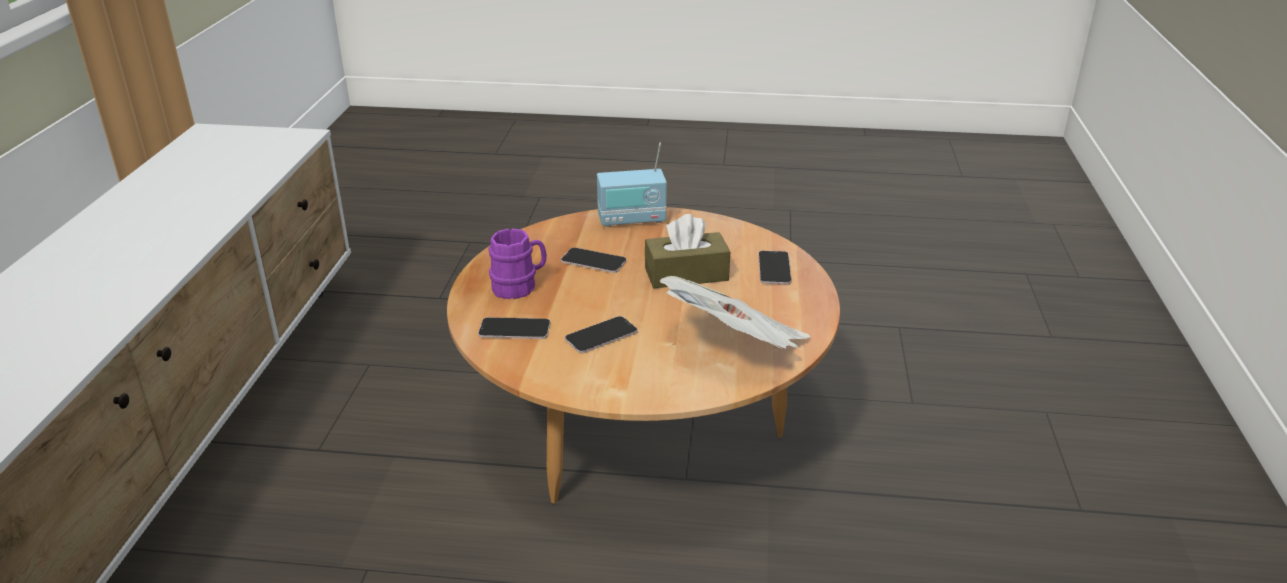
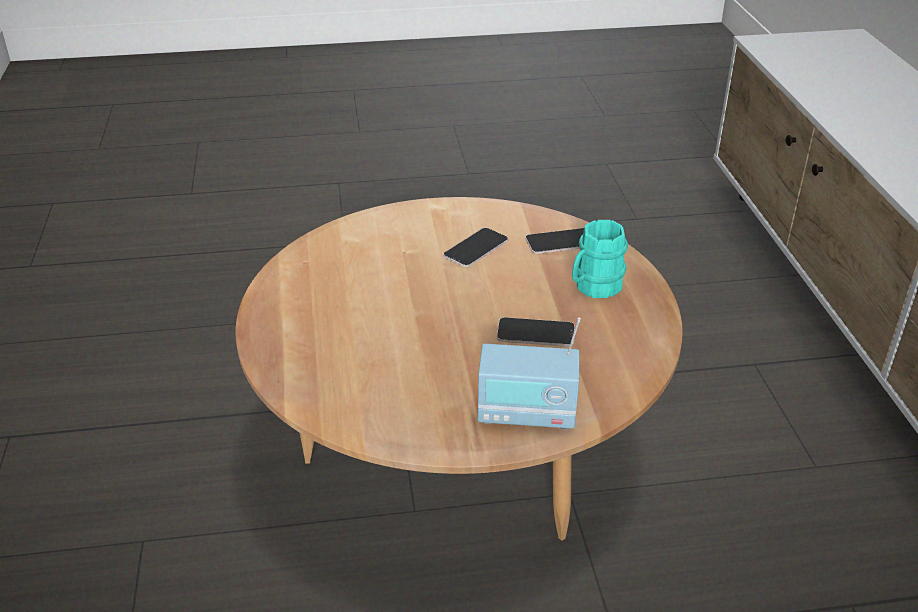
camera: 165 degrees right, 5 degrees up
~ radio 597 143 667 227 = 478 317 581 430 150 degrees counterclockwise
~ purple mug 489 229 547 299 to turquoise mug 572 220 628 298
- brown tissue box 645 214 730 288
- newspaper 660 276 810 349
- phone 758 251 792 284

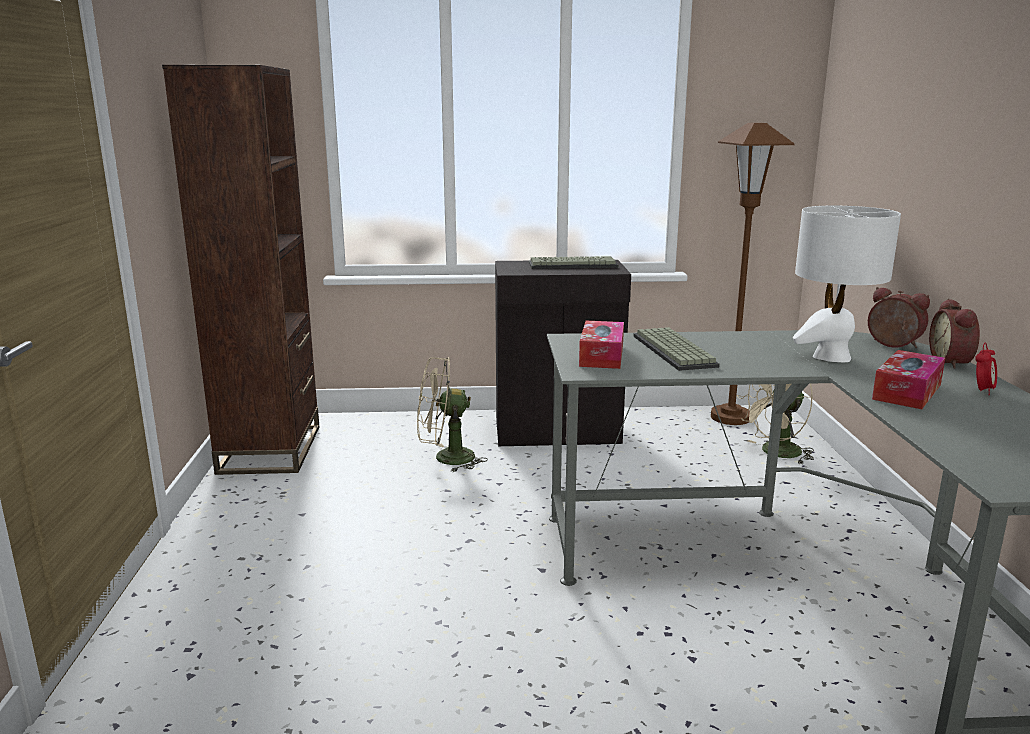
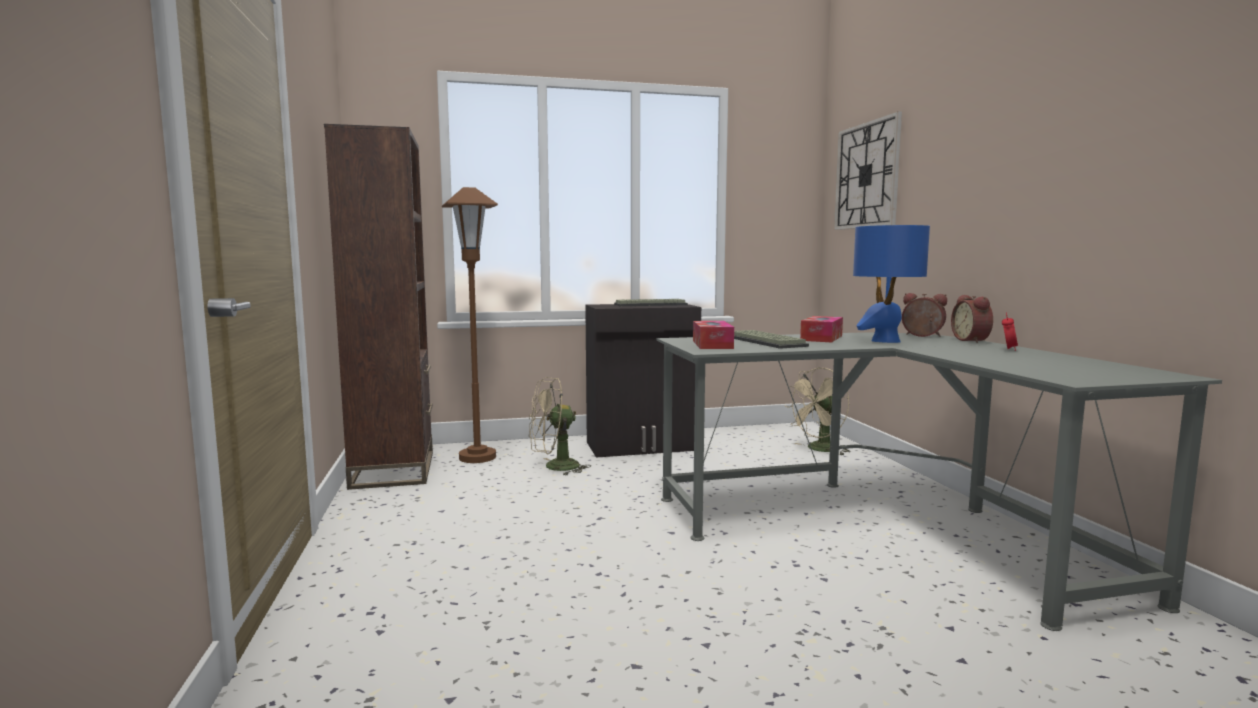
camera: 10 degrees left, 10 degrees down
~ brown floor lamp 711 123 795 425 to 442 187 498 463
~ tissue box 872 350 945 409 to 800 316 843 342
+ wall clock 834 111 902 230
~ white table lamp 793 206 901 362 to blue table lamp 853 225 930 343

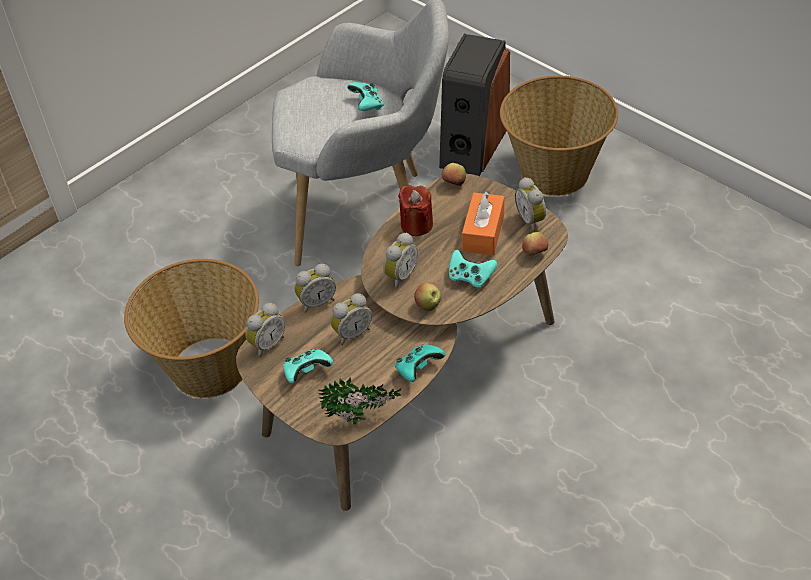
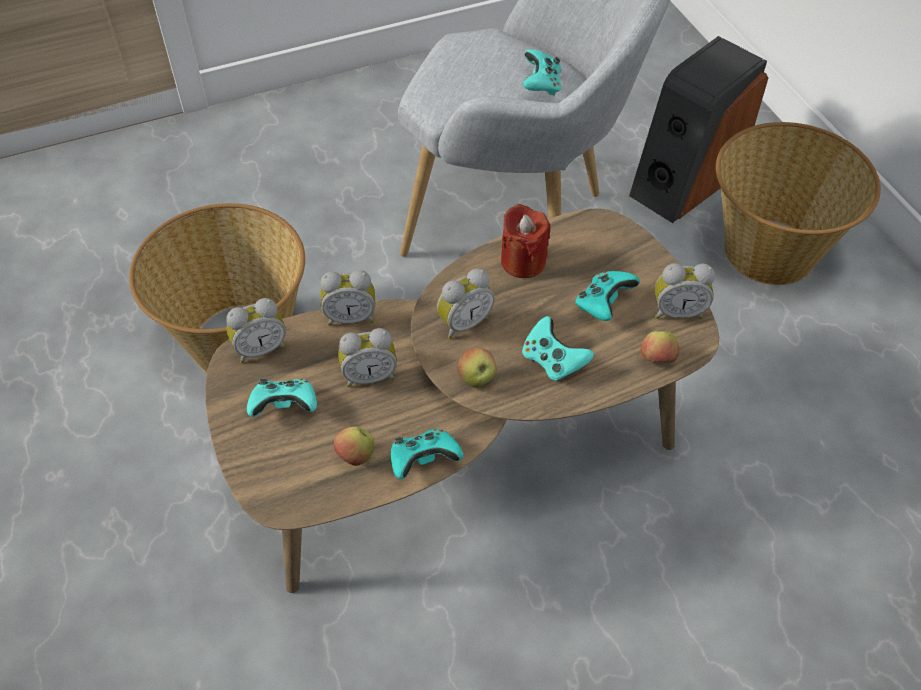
camera: 20 degrees right, 5 degrees up
~ apple 442 163 466 186 to 334 427 374 466
~ orange tissue box 462 191 504 255 to turquoise game controller 575 271 640 321
~ alarm clock 515 177 546 232 = 655 263 715 319 90 degrees counterclockwise
- potted plant 318 377 401 424

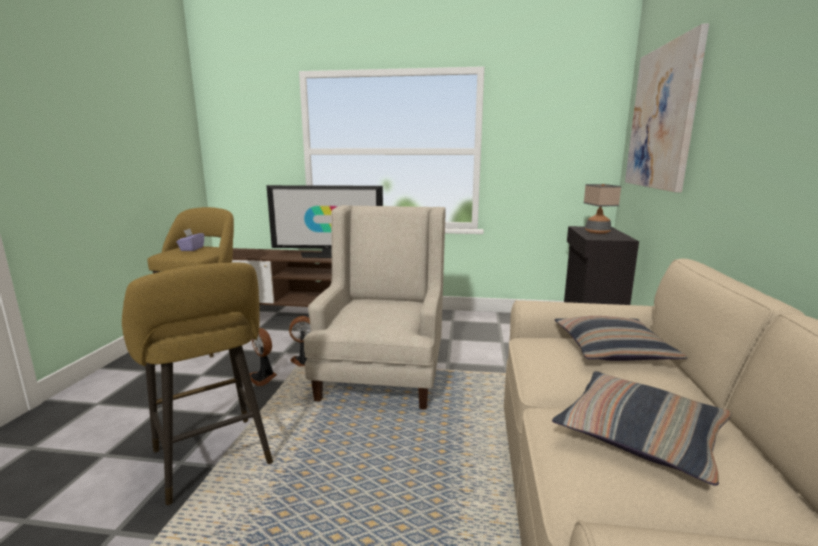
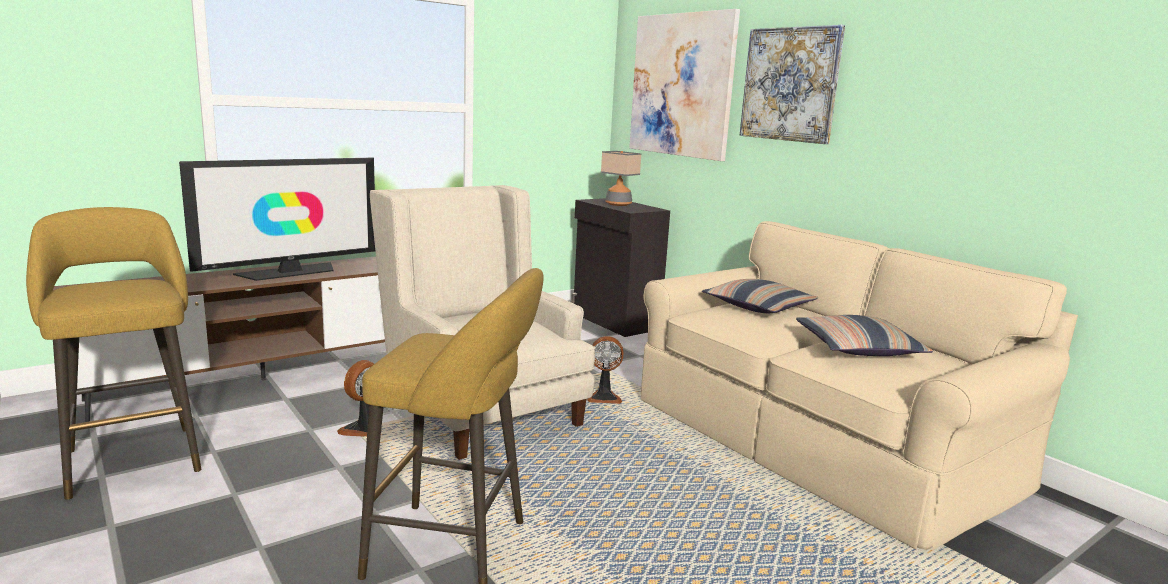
camera: 45 degrees left, 0 degrees up
~ fan 250 328 277 386 to 587 336 623 404
+ picture 740 25 845 144
- purple tissue box 176 229 204 251

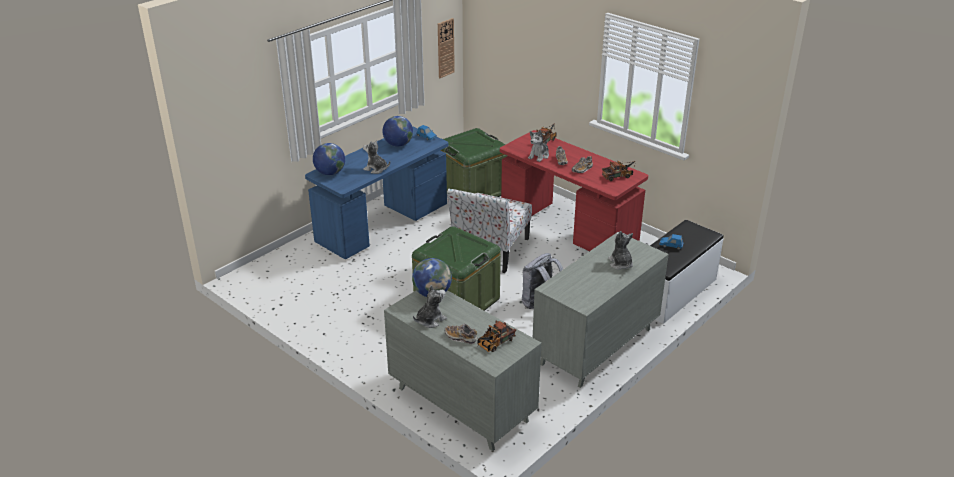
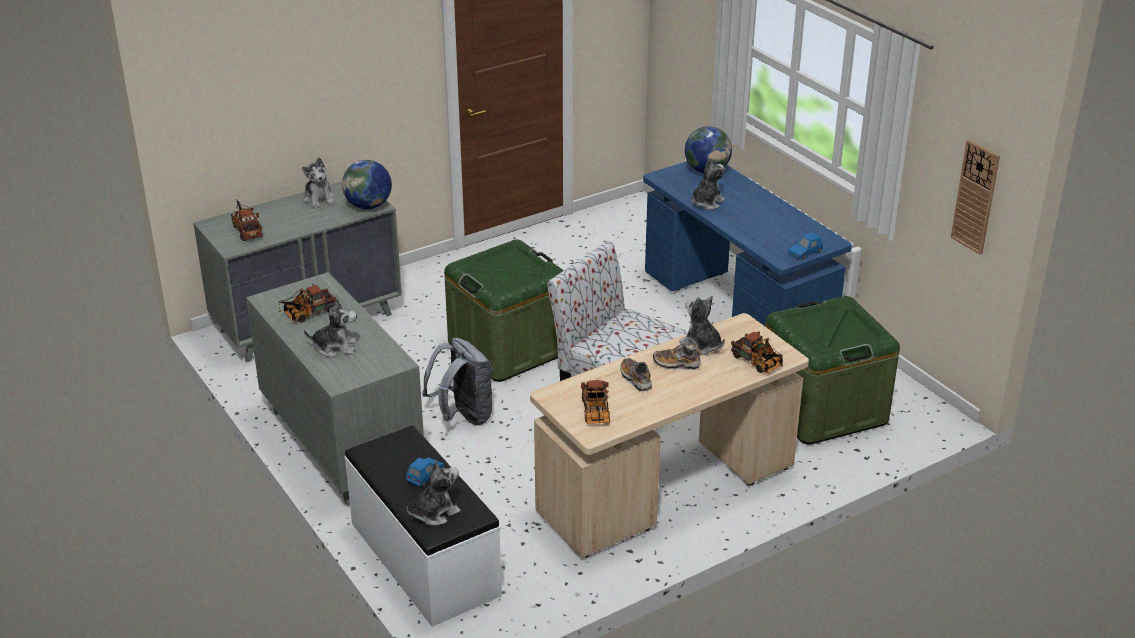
camera: 105 degrees right, 0 degrees up
+ toy truck 278 284 337 323
+ plush toy 407 460 461 526
~ red desk 500 130 648 251 to beige desk 530 313 809 558
- globe 382 116 413 147
- shoe 445 324 477 344

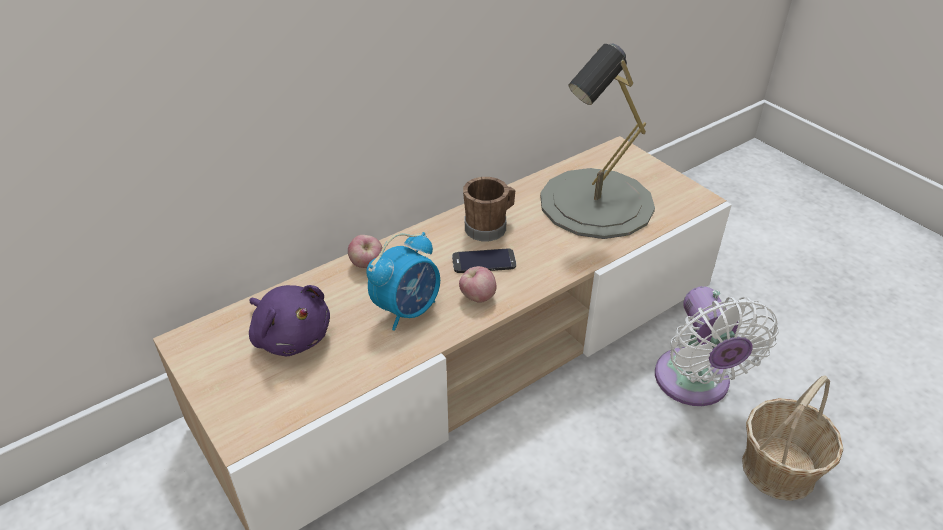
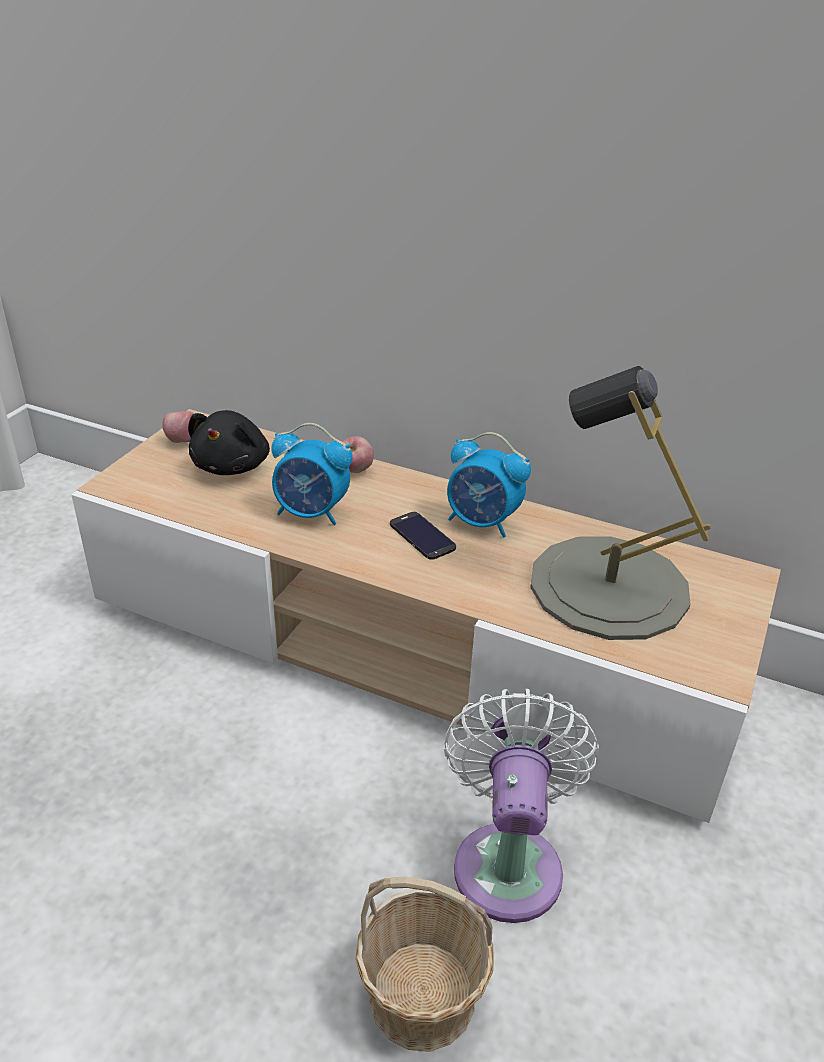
camera: 60 degrees right, 5 degrees down
~ apple 459 266 496 303 to 162 411 195 443
~ purple plush toy 249 285 330 356 to black plush toy 188 410 270 475
~ white fan 655 286 779 406 = 444 689 599 923 135 degrees clockwise
~ brown mug 463 177 515 241 to alarm clock 447 432 531 537

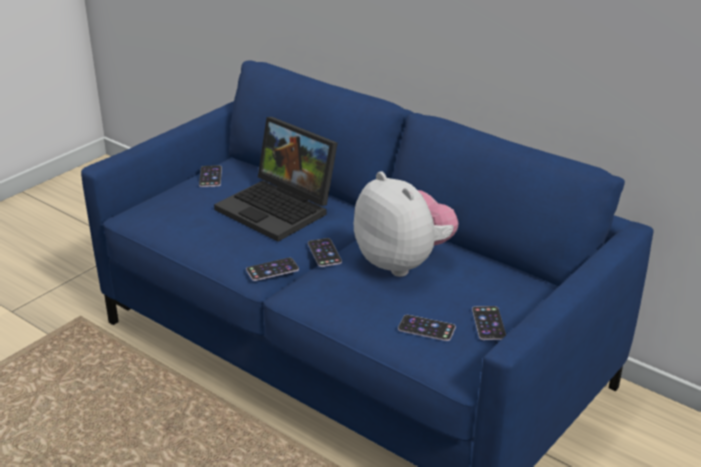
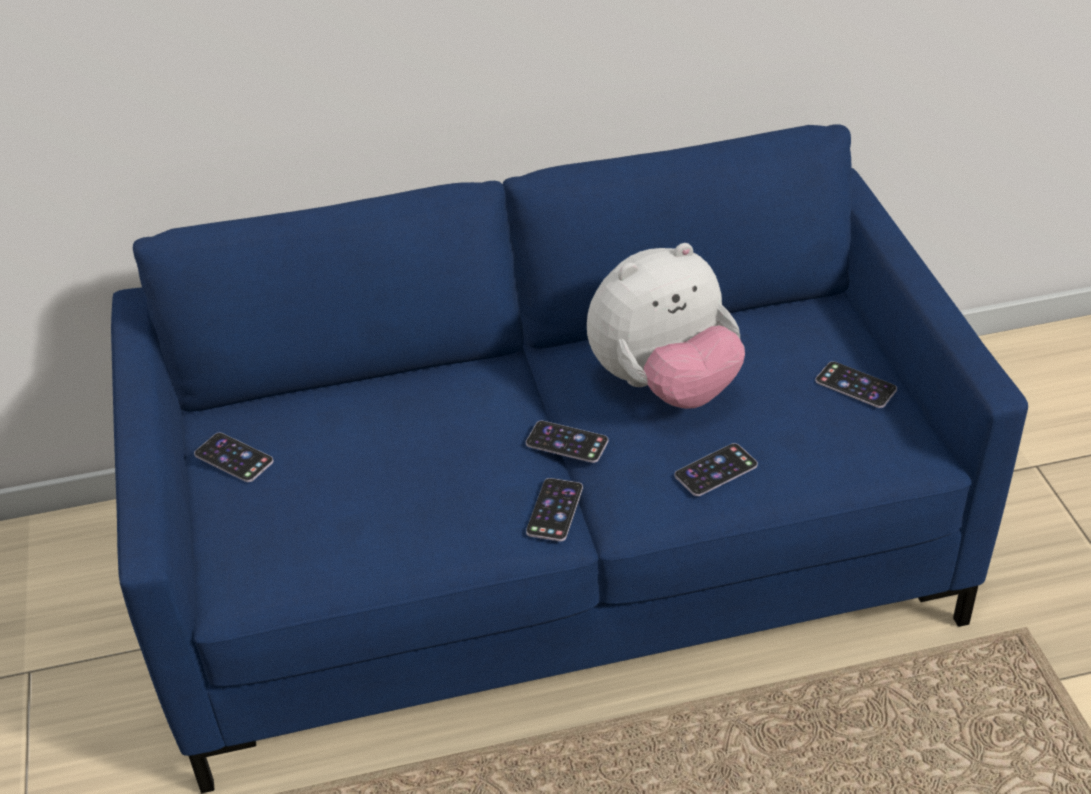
camera: 50 degrees left, 10 degrees up
~ plush toy 354 171 458 277 = 587 243 745 409 150 degrees clockwise
~ phone 398 315 456 341 to 675 443 758 496
- laptop 214 117 338 242

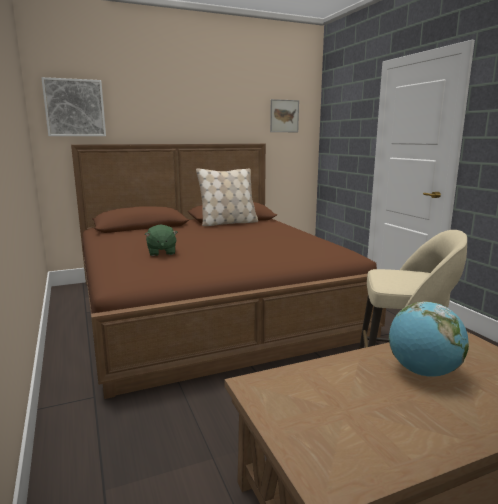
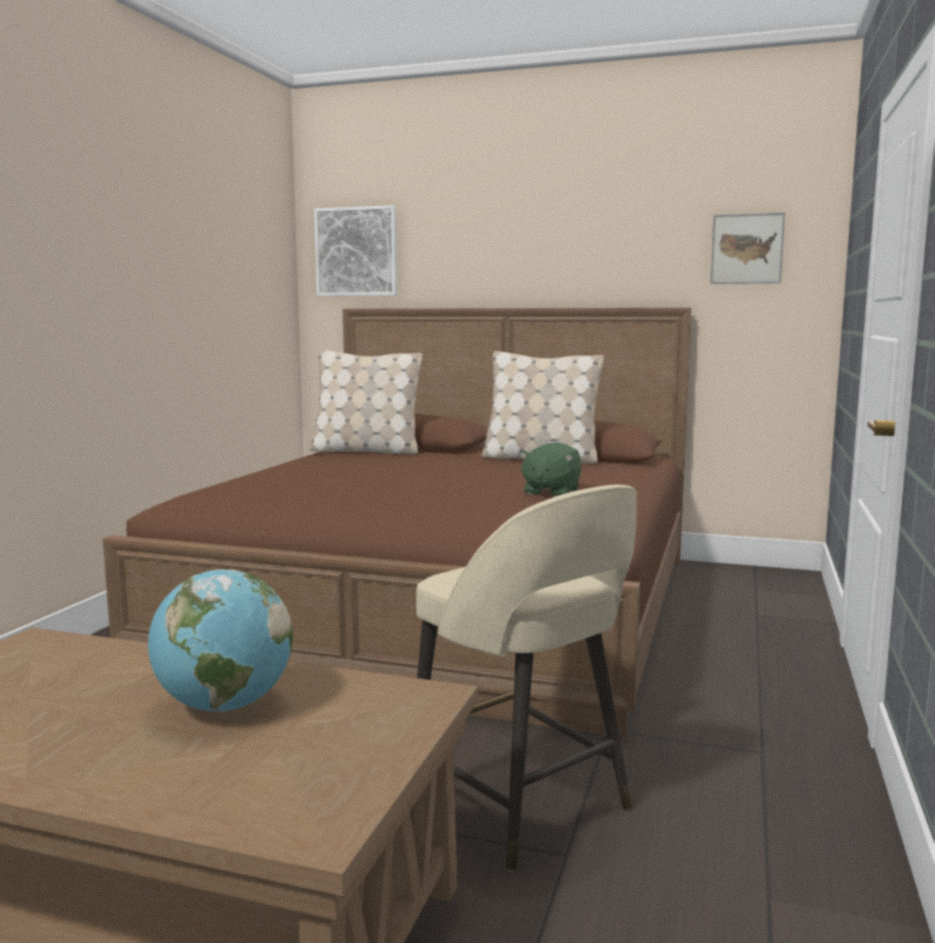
camera: 40 degrees right, 5 degrees down
+ beige pillow 309 350 423 454
~ green plush toy 145 225 178 256 to 519 442 582 497

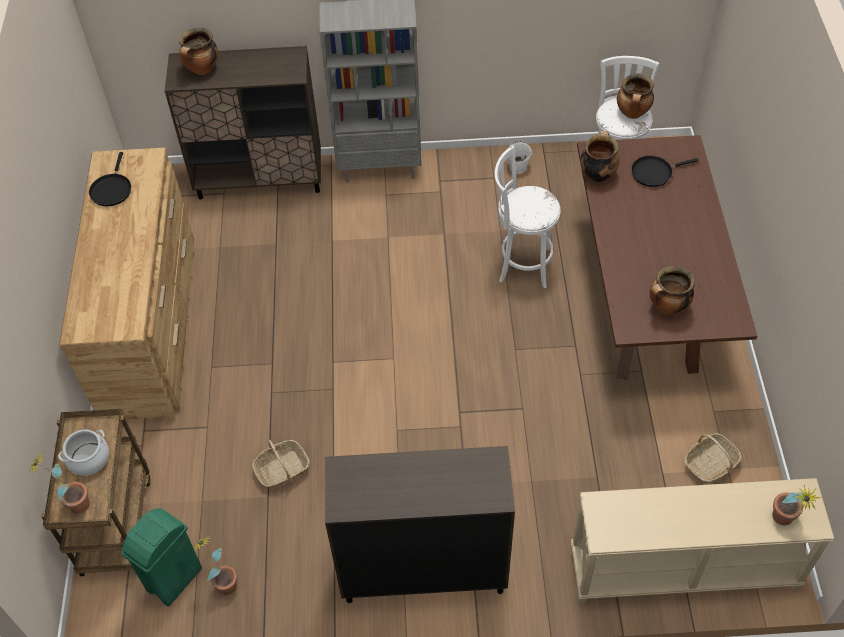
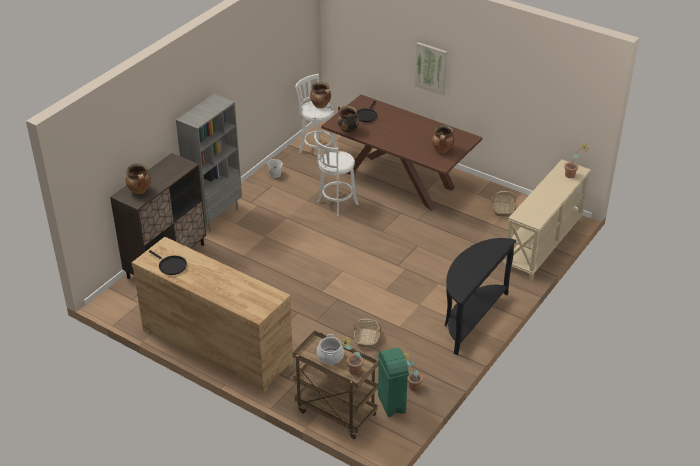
camera: 55 degrees left, 15 degrees down
+ picture 415 42 447 95
~ brown cabinet 325 446 515 603 to black console table 445 238 516 355

